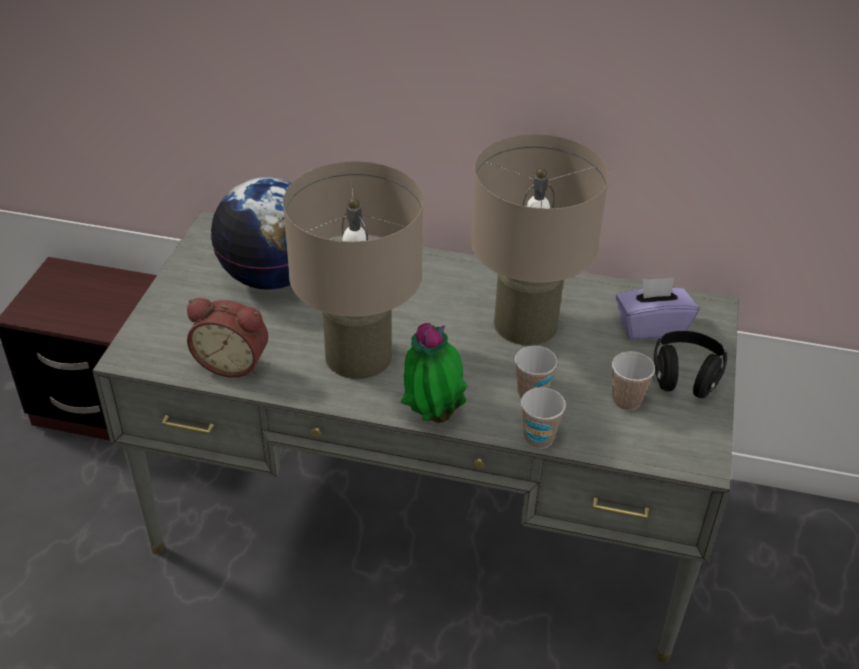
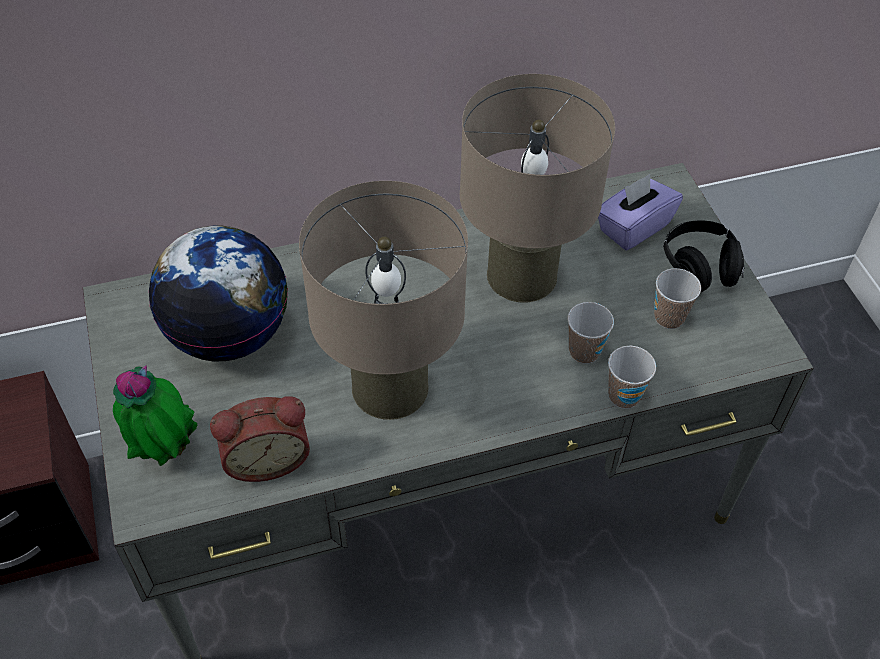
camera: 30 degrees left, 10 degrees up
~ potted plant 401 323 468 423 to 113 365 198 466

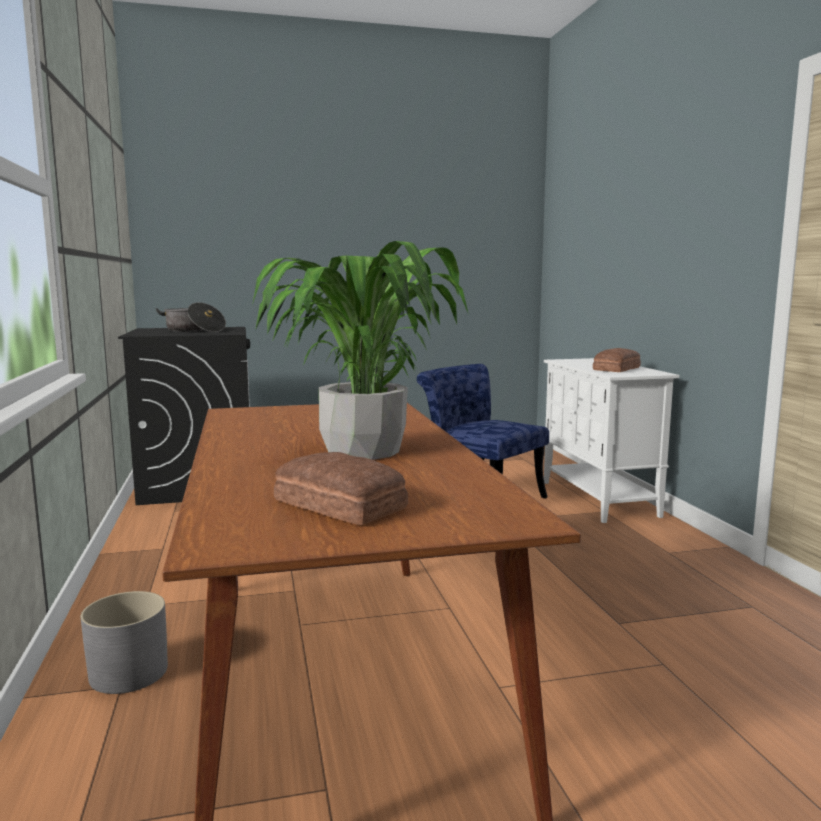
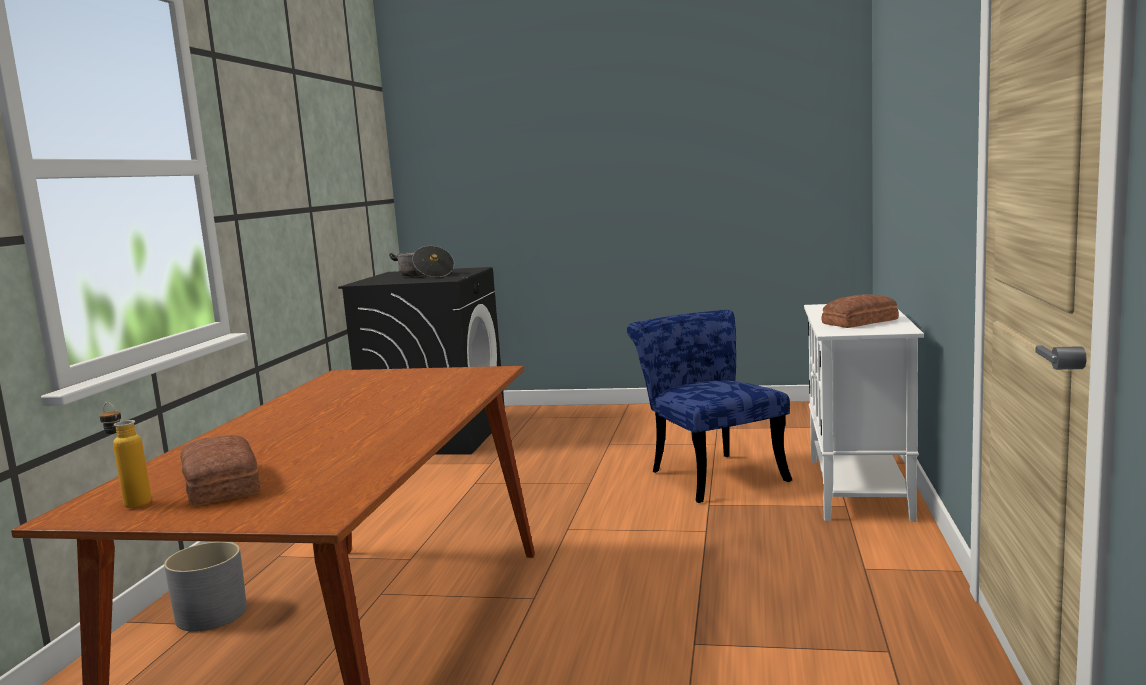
camera: 25 degrees right, 0 degrees up
+ bottle 99 402 152 508
- potted plant 252 241 469 460

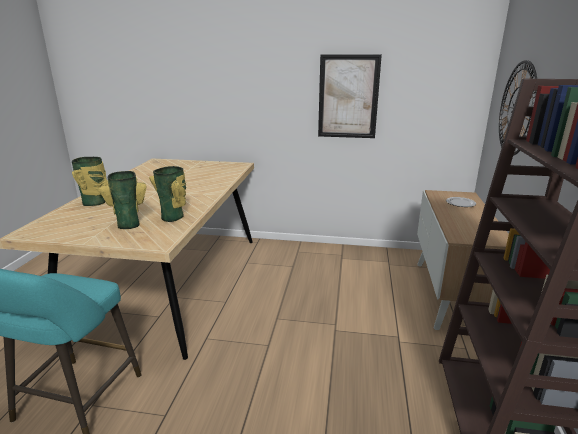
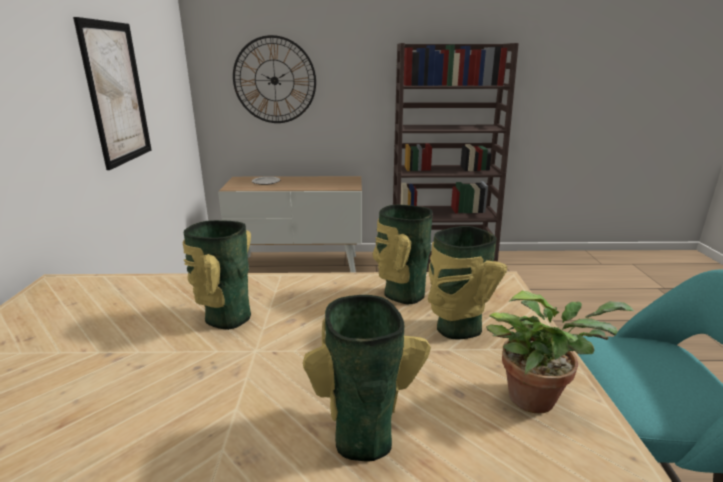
camera: 100 degrees left, 0 degrees up
+ vase 183 220 251 330
+ potted plant 486 291 634 413

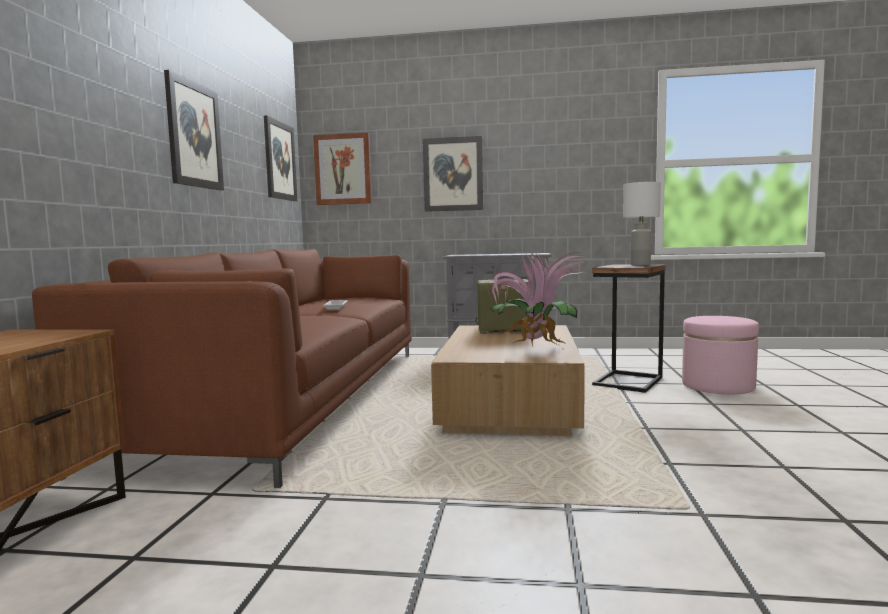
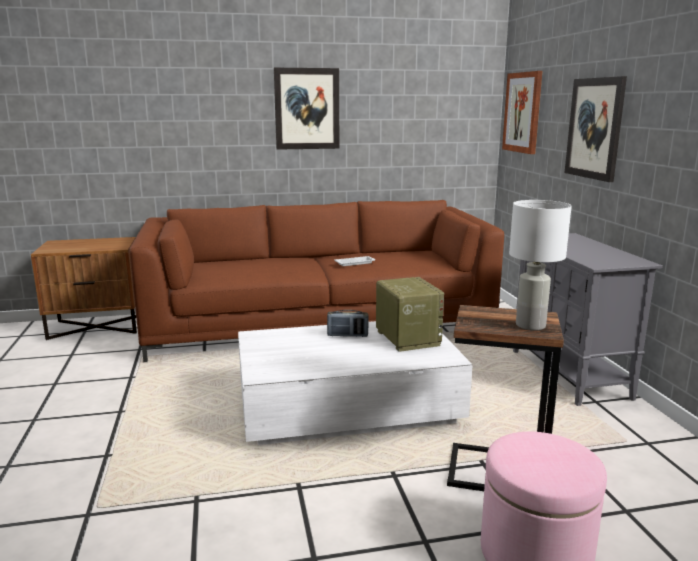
camera: 70 degrees right, 10 degrees up
~ brown coffee table 431 325 585 436 to white coffee table 238 321 473 445
+ radio 327 310 368 337
- picture 264 115 297 201
- potted plant 487 250 583 346

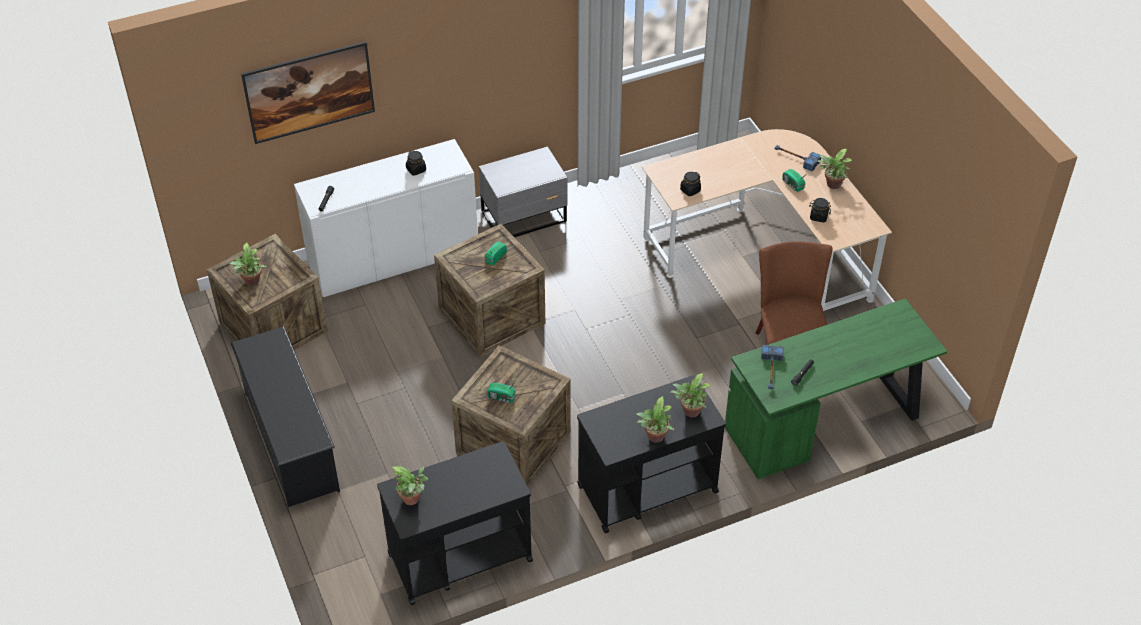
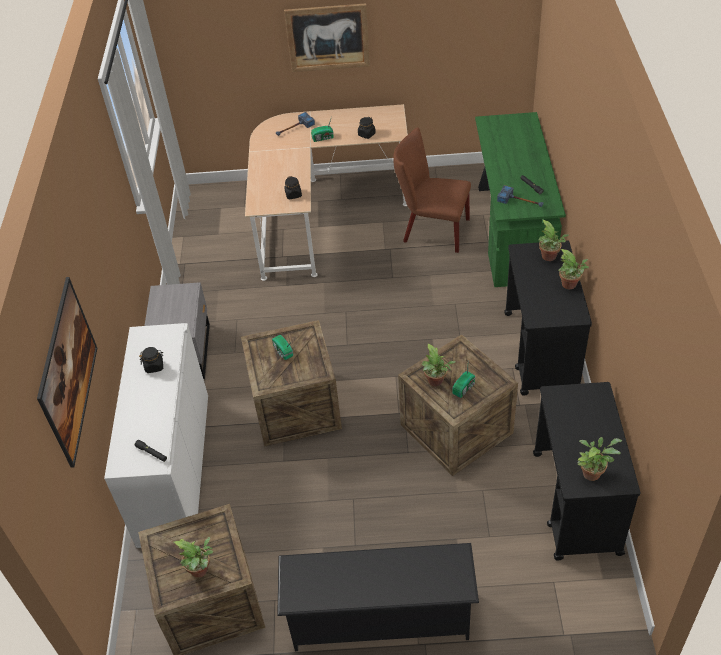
camera: 65 degrees left, 0 degrees up
+ picture 284 3 370 72
~ potted plant 816 149 852 189 to 422 344 456 387

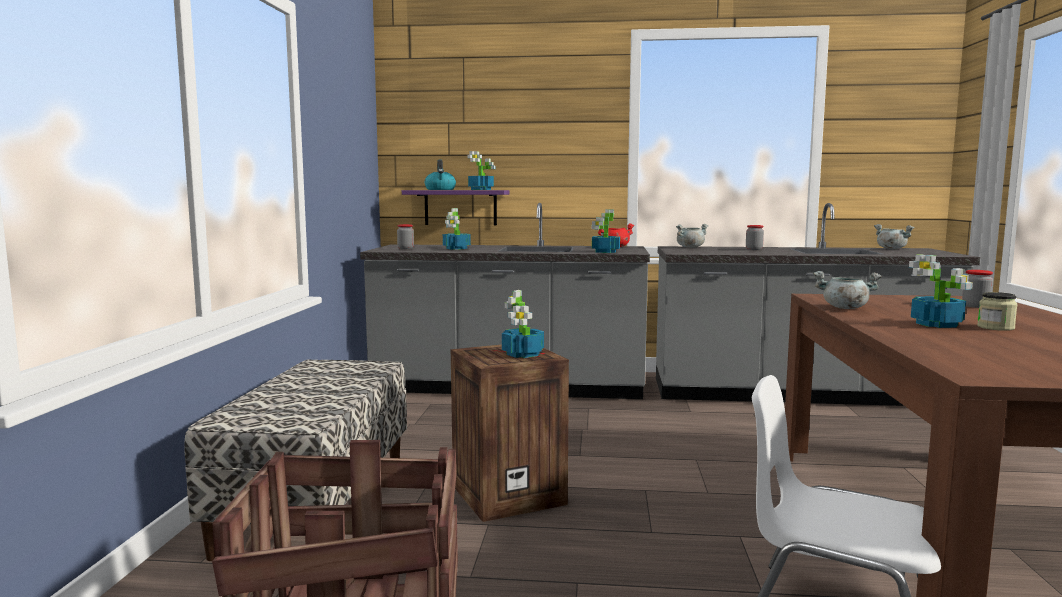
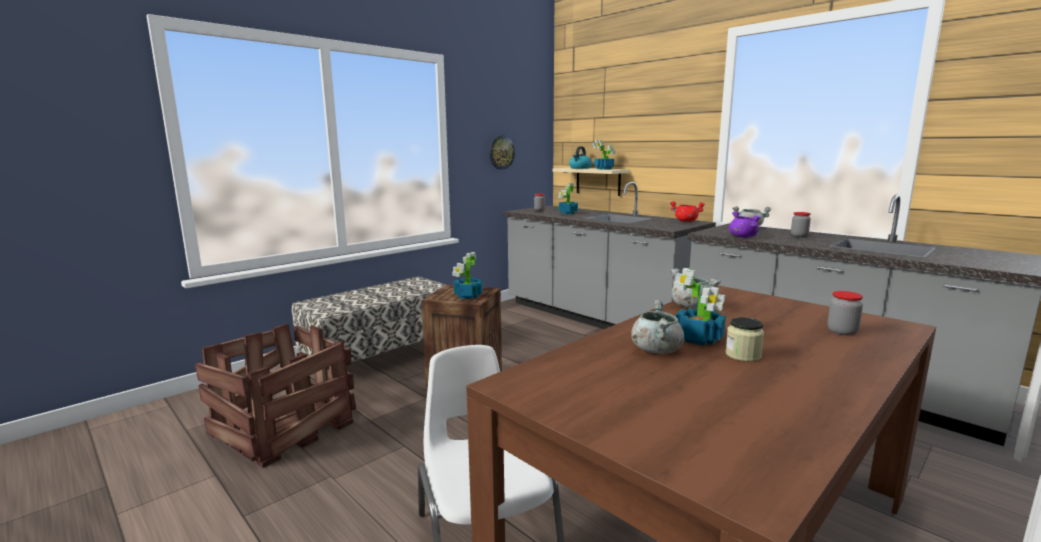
camera: 40 degrees right, 5 degrees up
+ wall clock 489 135 515 170
~ purple shelf 402 190 510 225 to beige shelf 552 168 630 196
~ grey cooking pot 874 224 914 249 to 631 300 684 353
+ purple cooking pot 729 211 761 237
- potted plant 591 209 620 253

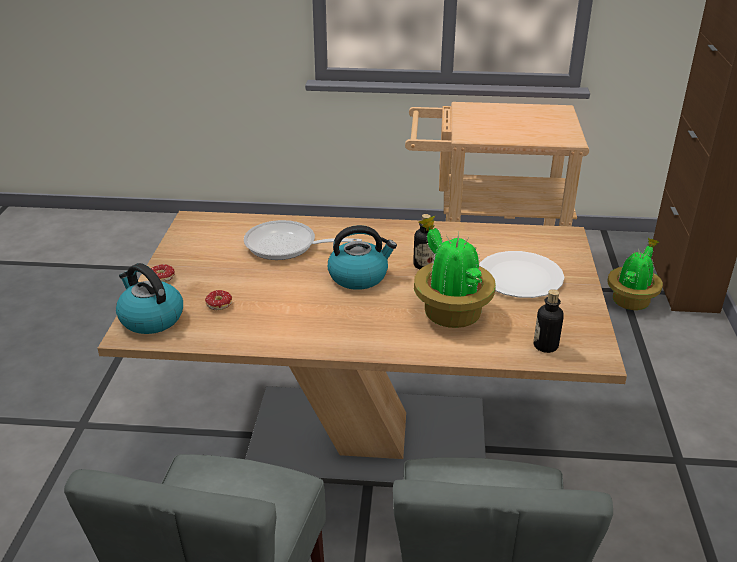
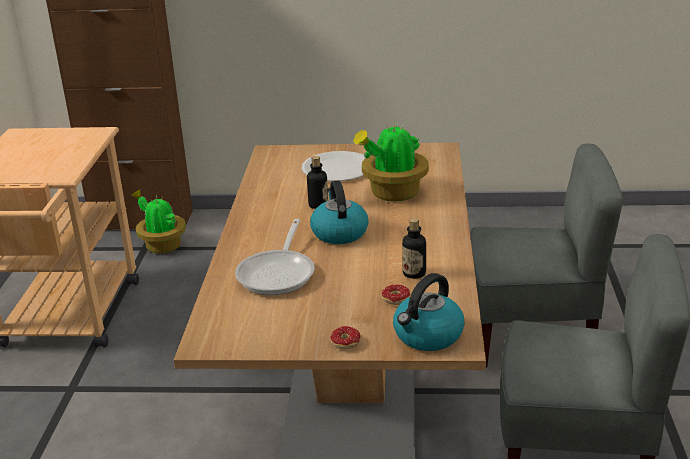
camera: 90 degrees left, 5 degrees down
~ bottle 534 289 564 353 to 402 218 426 279

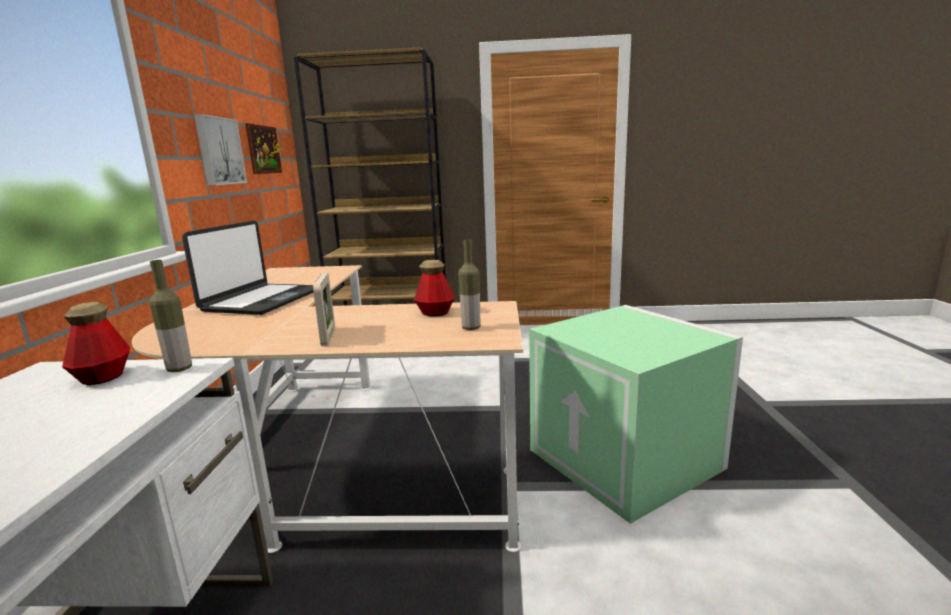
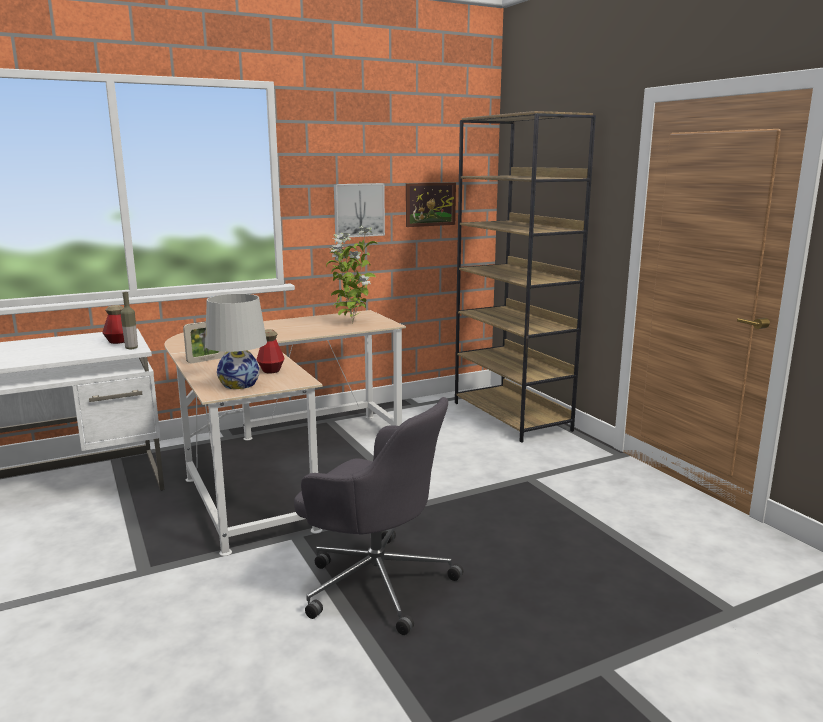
camera: 60 degrees right, 0 degrees up
~ bottle 458 240 481 330 to white table lamp 205 294 267 389
~ green storage box 529 305 743 524 to grey office chair 294 397 463 635
+ potted plant 326 226 378 324
- laptop 182 220 313 315

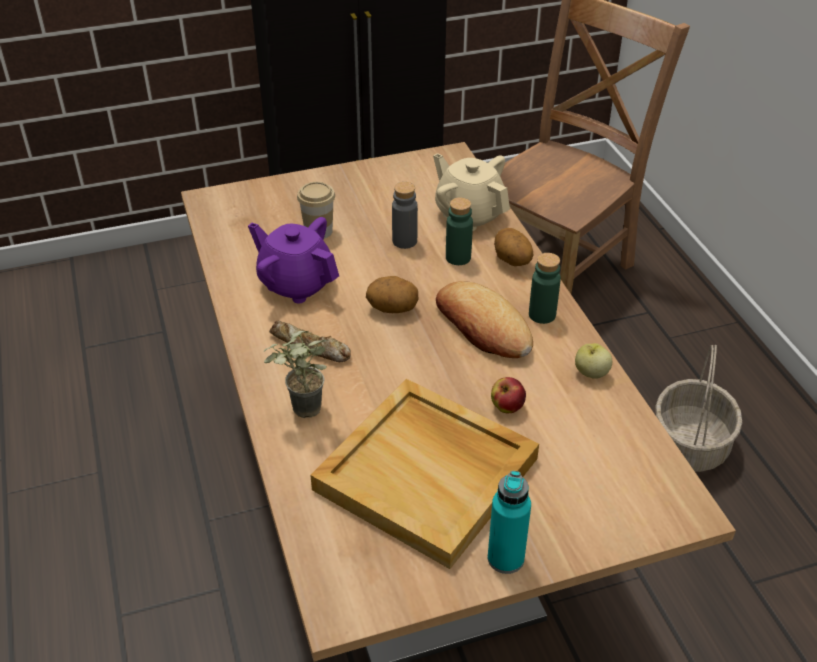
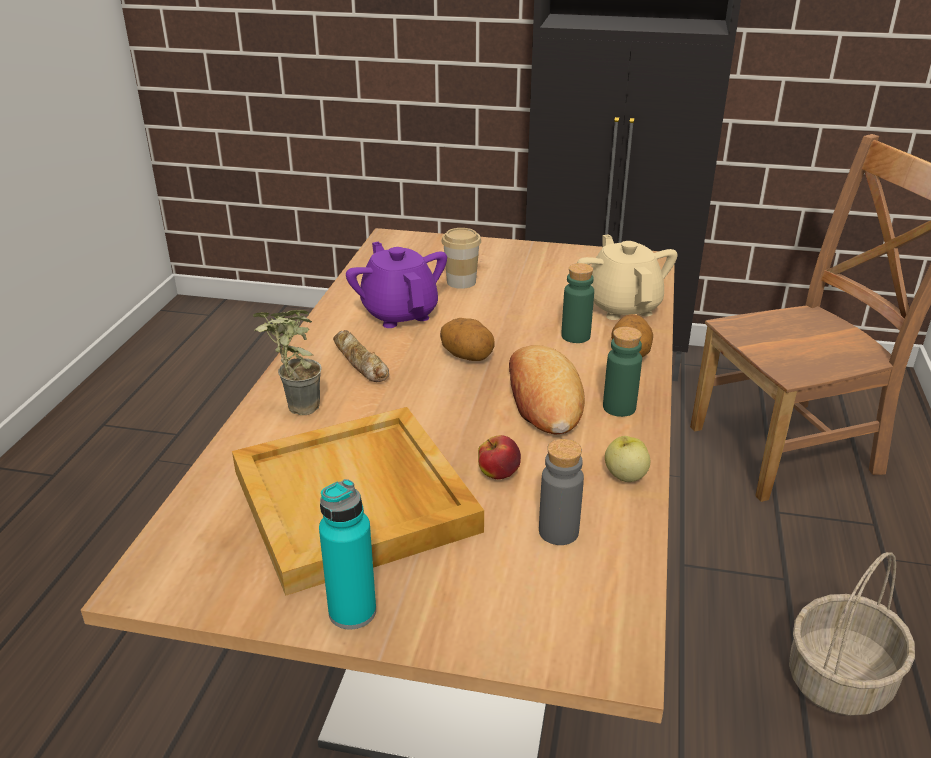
camera: 30 degrees right, 10 degrees down
~ grey bottle 392 182 418 249 to 539 439 584 545

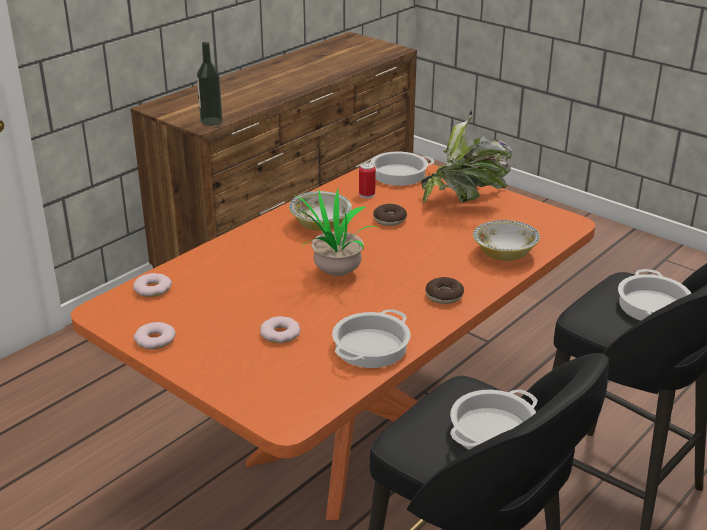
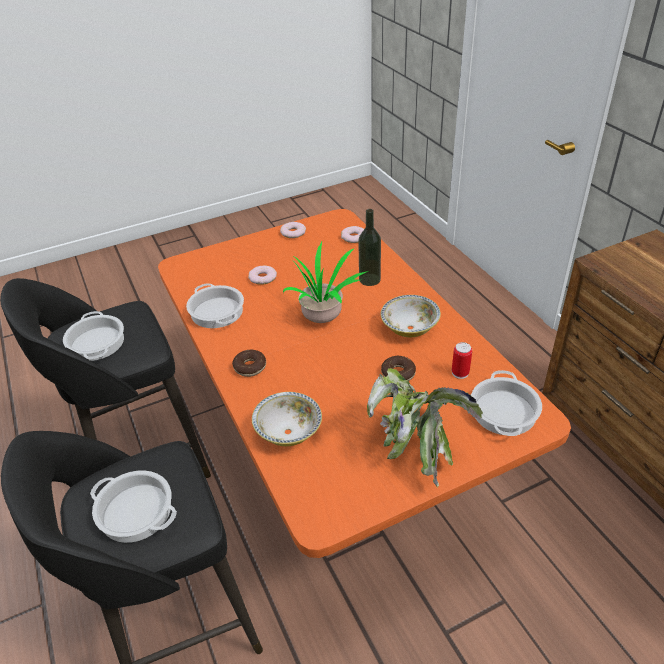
camera: 115 degrees right, 10 degrees up
~ bottle 197 42 223 126 to 358 209 381 286

